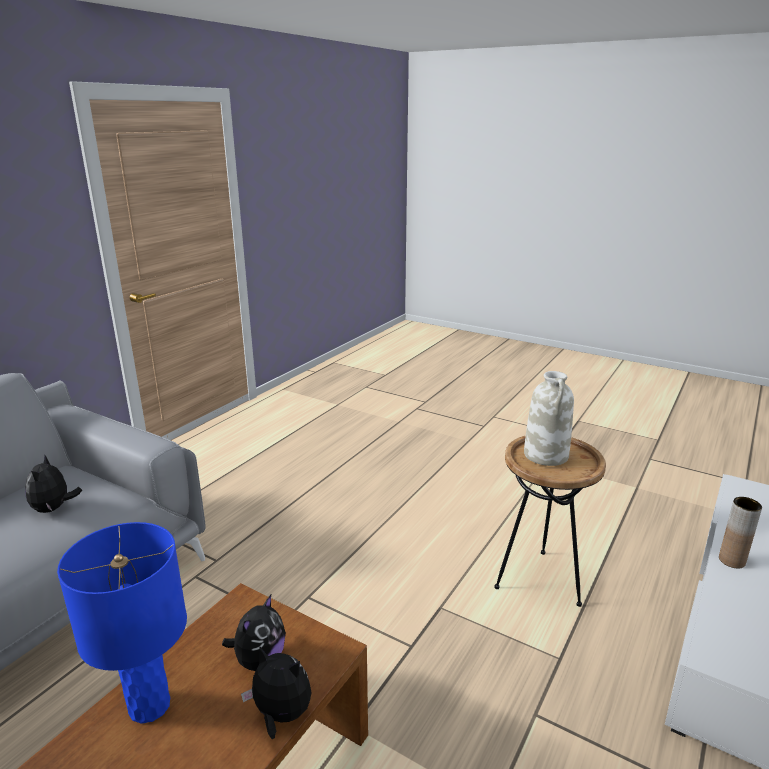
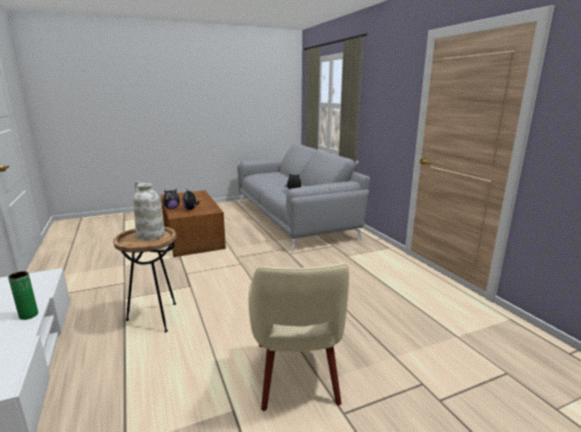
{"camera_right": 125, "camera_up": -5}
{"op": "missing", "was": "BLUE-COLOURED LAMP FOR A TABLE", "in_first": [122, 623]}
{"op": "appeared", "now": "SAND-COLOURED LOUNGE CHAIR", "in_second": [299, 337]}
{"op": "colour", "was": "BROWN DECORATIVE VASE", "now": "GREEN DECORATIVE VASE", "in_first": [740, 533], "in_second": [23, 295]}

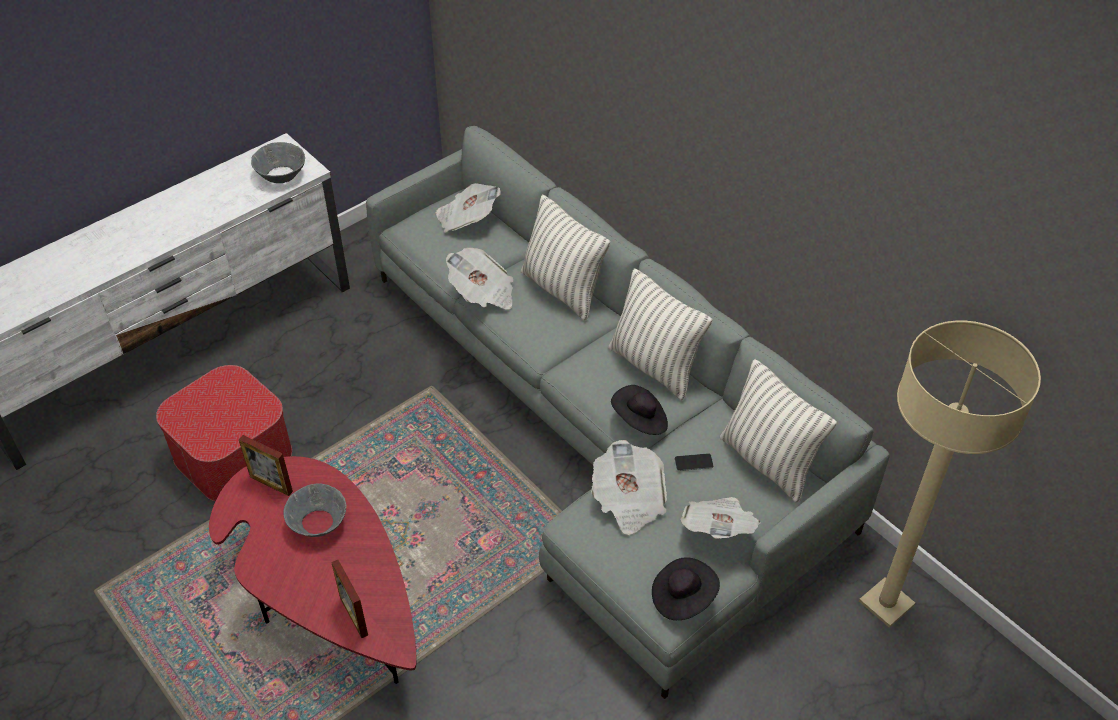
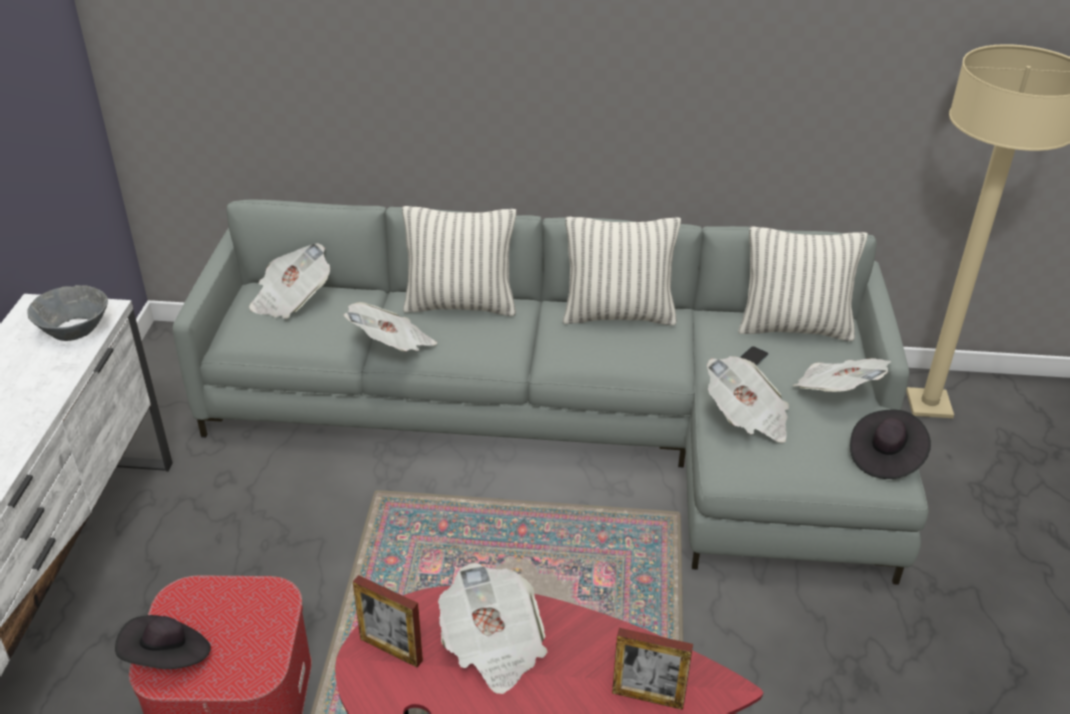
{"camera_right": -45, "camera_up": -10}
{"op": "relocated", "was": "BLACK-COLOURED WEARABLE HAT", "in_first": [639, 410], "in_second": [163, 642]}
{"op": "exchanged", "was": "GRAY BOWL", "now": "NEWSPAPER", "in_first": [315, 510], "in_second": [493, 628]}
{"op": "spun", "was": "STANDING FRAME", "in_first": [266, 465], "in_second": [388, 621], "clockwise": 45}

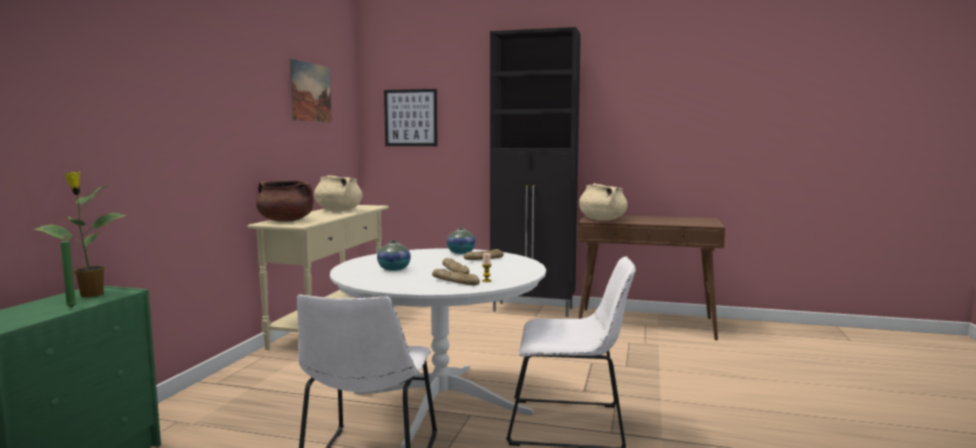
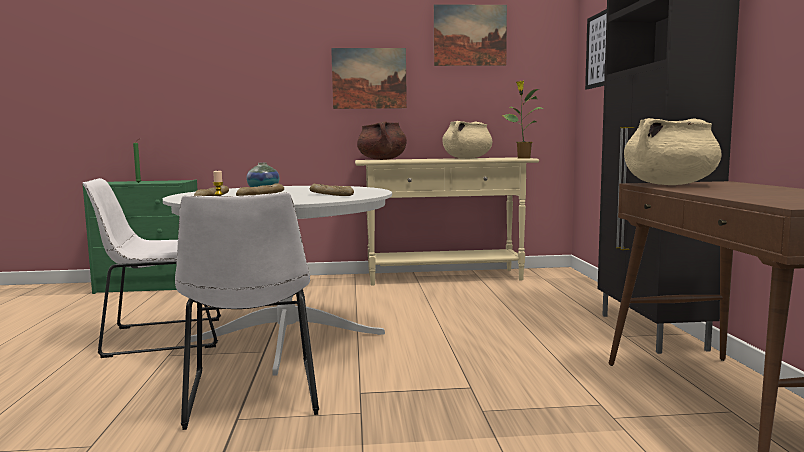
{"camera_right": 70, "camera_up": 0}
{"op": "missing", "was": "DECORATIVE VASE", "in_first": [461, 241]}
{"op": "appeared", "now": "WALL ART", "in_second": [369, 78]}
{"op": "relocated", "was": "POTTED PLANT", "in_first": [80, 234], "in_second": [523, 120]}

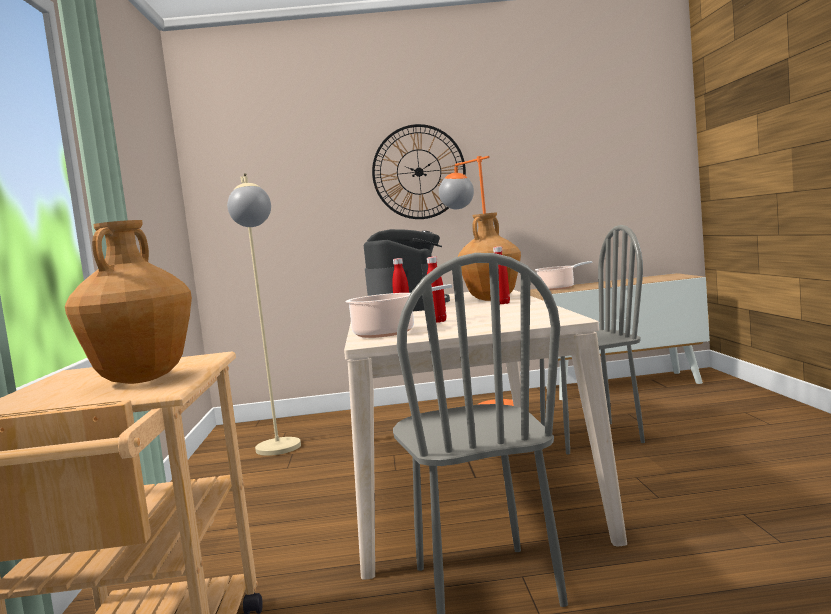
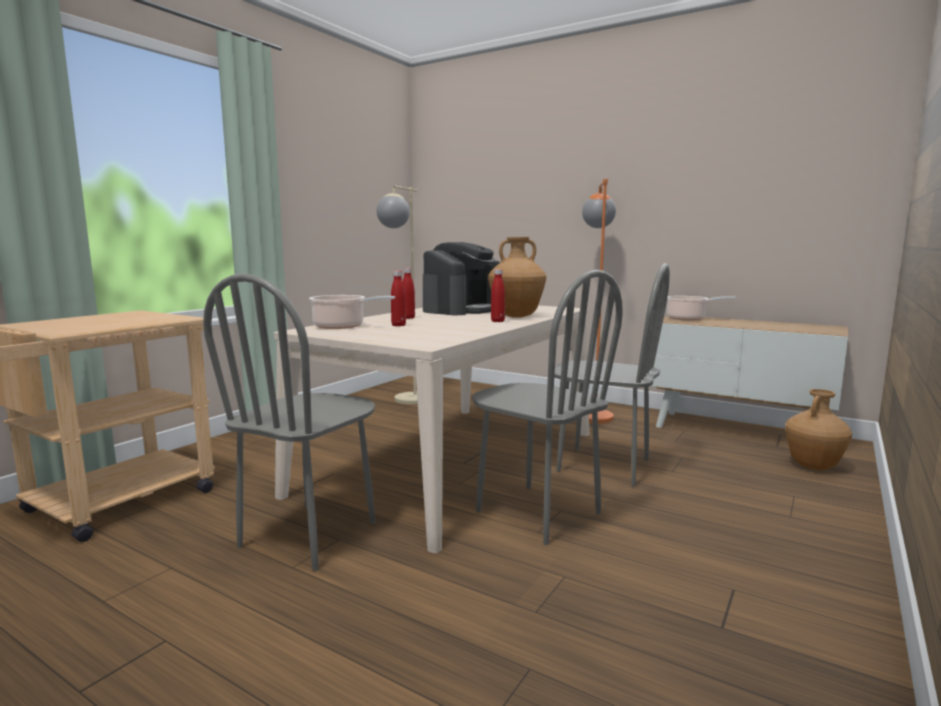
{"camera_right": 35, "camera_up": 5}
{"op": "missing", "was": "CLOCK ON THE WALL", "in_first": [419, 171]}
{"op": "appeared", "now": "GRAY CHAIR", "in_second": [547, 407]}
{"op": "relocated", "was": "BROWN DECORATIVE VASE", "in_first": [128, 302], "in_second": [818, 429]}

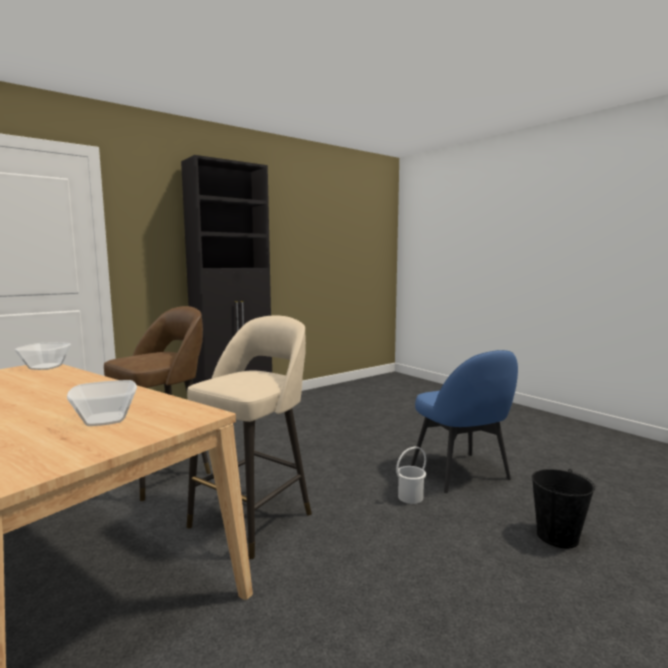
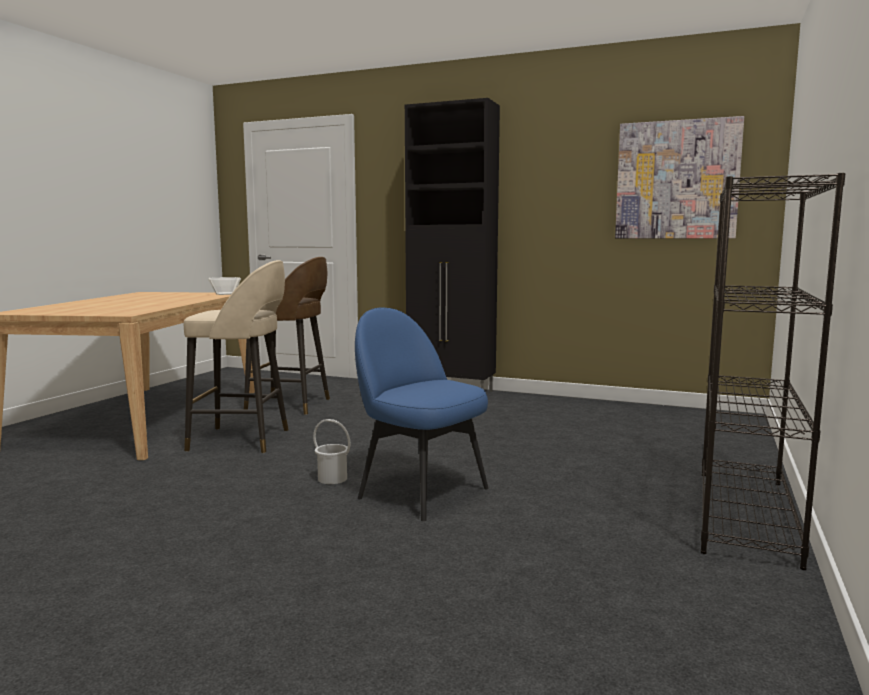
{"camera_right": 60, "camera_up": 0}
{"op": "missing", "was": "BOWL", "in_first": [102, 403]}
{"op": "missing", "was": "BLACK-COLOURED BUCKET", "in_first": [563, 509]}
{"op": "appeared", "now": "WALL ART", "in_second": [679, 177]}
{"op": "appeared", "now": "BLACK-COLOURED SHELVING UNIT", "in_second": [773, 371]}
{"op": "spun", "was": "BLUE-COLOURED CHAIR", "in_first": [464, 421], "in_second": [422, 414], "clockwise": 90}

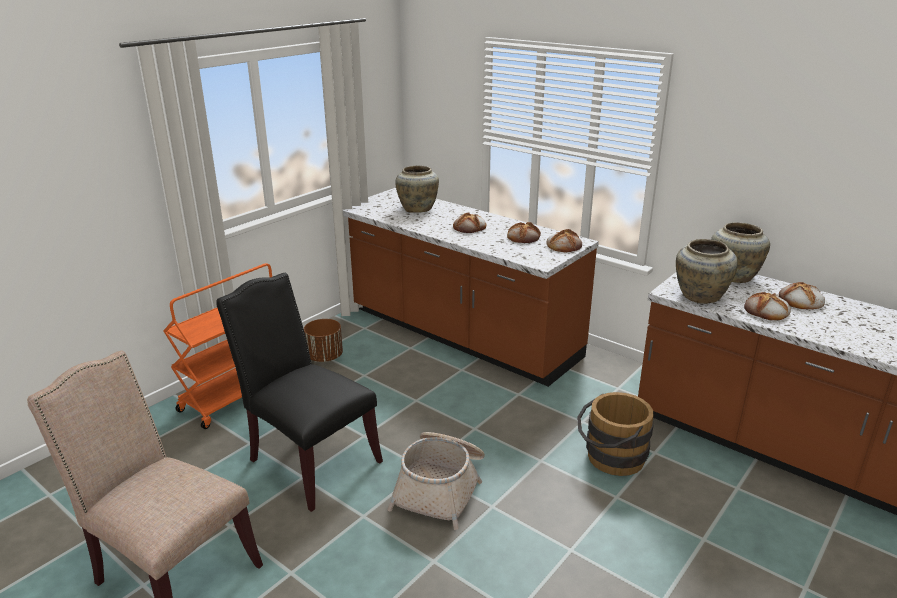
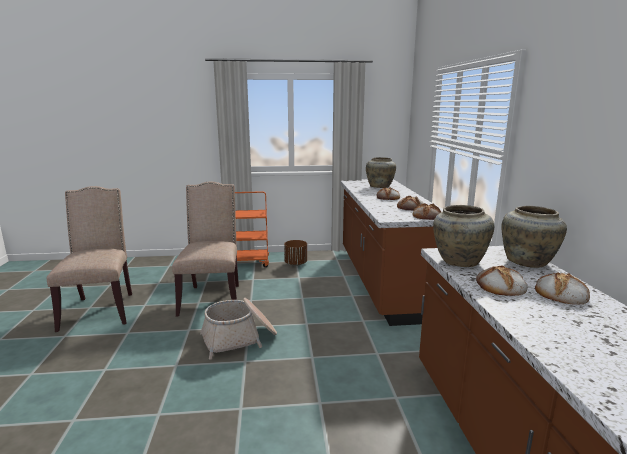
{"camera_right": 45, "camera_up": -10}
{"op": "missing", "was": "BROWN BUCKET", "in_first": [615, 434]}
{"op": "colour", "was": "BLACK-COLOURED CHAIR", "now": "SAND-COLOURED CHAIR", "in_first": [300, 392], "in_second": [205, 249]}

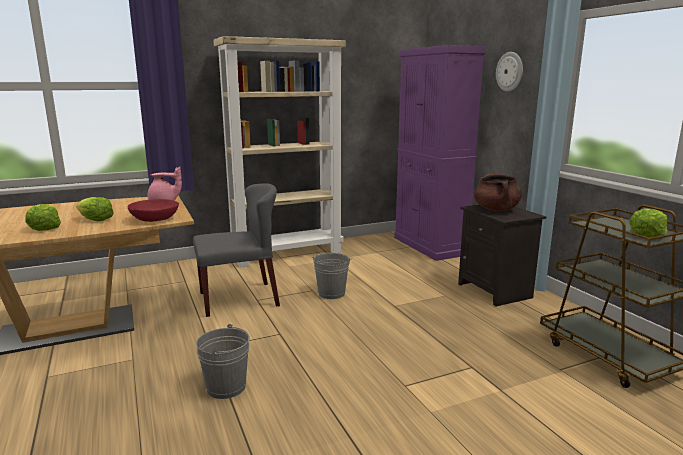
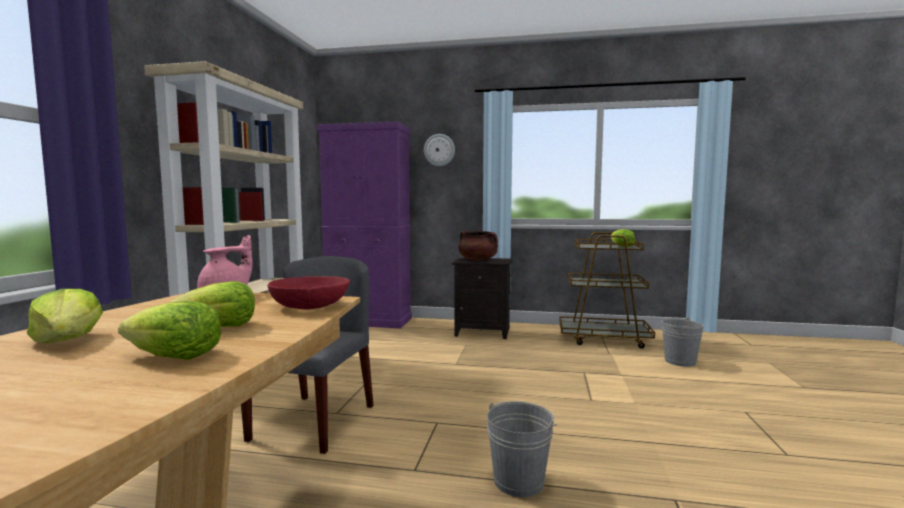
{"camera_right": -55, "camera_up": -10}
{"op": "appeared", "now": "HEAD OF LETTUCE", "in_second": [65, 316]}
{"op": "relocated", "was": "GRAY BUCKET", "in_first": [332, 276], "in_second": [682, 342]}

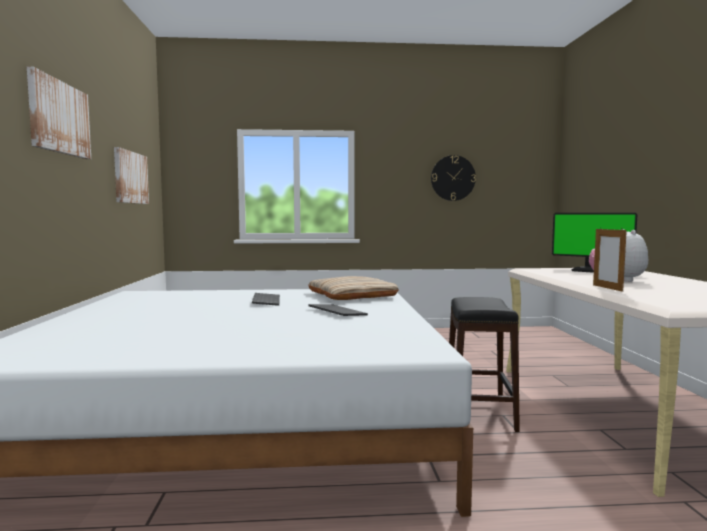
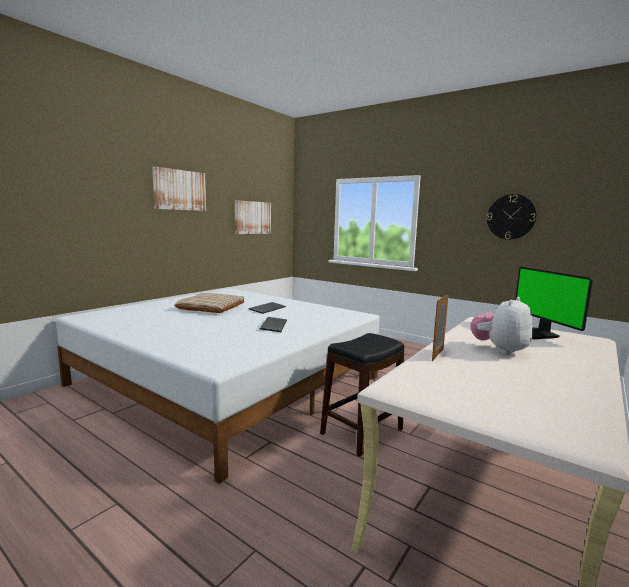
{"camera_right": 40, "camera_up": 5}
{"op": "relocated", "was": "SAND-COLOURED CUSHION", "in_first": [353, 288], "in_second": [209, 303]}

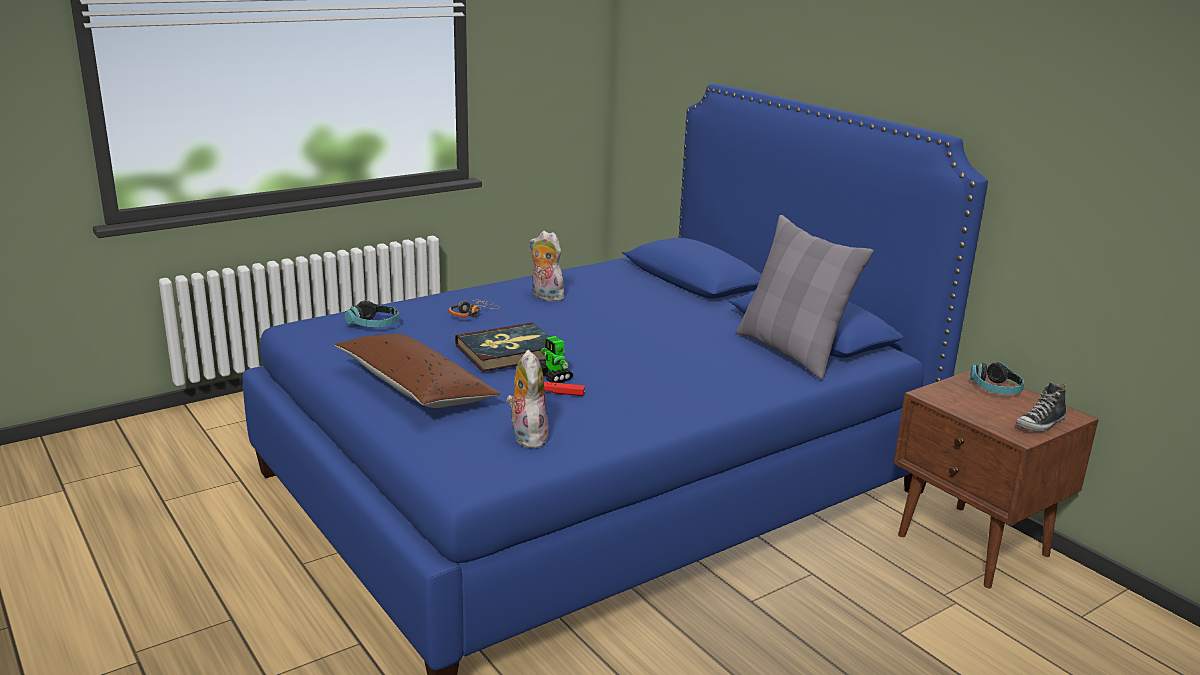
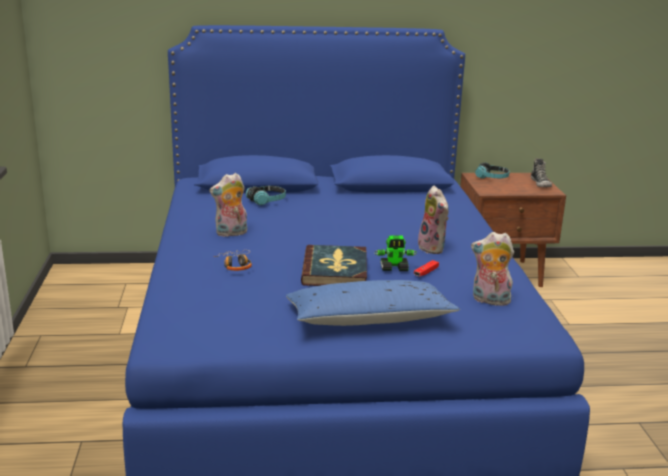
{"camera_right": -60, "camera_up": 0}
{"op": "missing", "was": "GRAY CUSHION", "in_first": [805, 297]}
{"op": "appeared", "now": "CUDDLY TOY", "in_second": [433, 220]}
{"op": "relocated", "was": "HEADPHONES", "in_first": [372, 313], "in_second": [266, 195]}
{"op": "colour", "was": "BROWN CUSHION", "now": "BLUE-COLOURED CUSHION", "in_first": [417, 371], "in_second": [373, 303]}

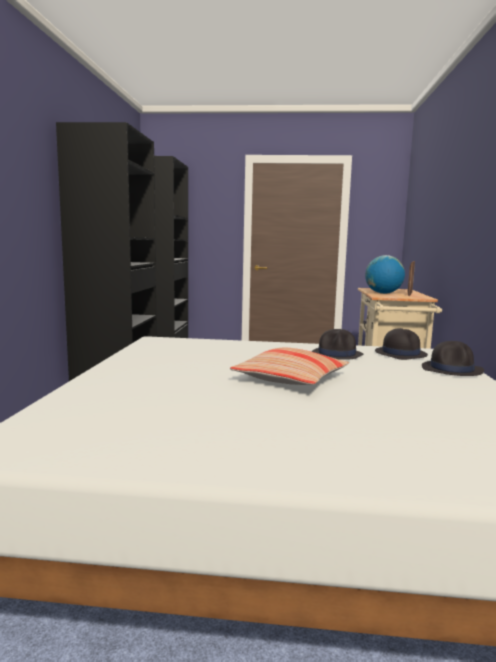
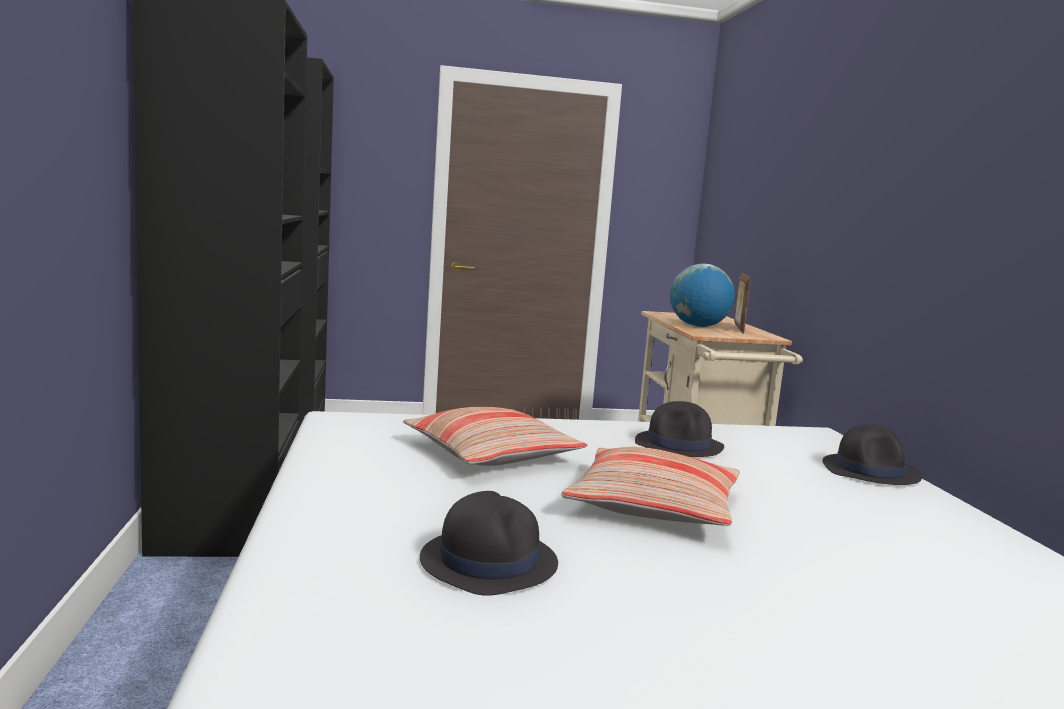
{"camera_right": -15, "camera_up": 0}
{"op": "appeared", "now": "CUSHION", "in_second": [495, 436]}
{"op": "relocated", "was": "BLACK-COLOURED WEARABLE HAT", "in_first": [401, 344], "in_second": [489, 543]}

